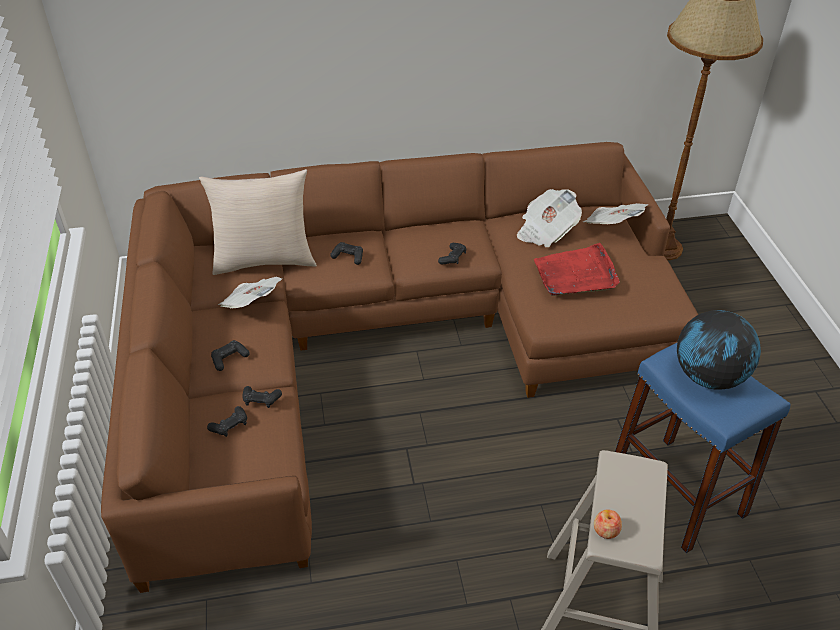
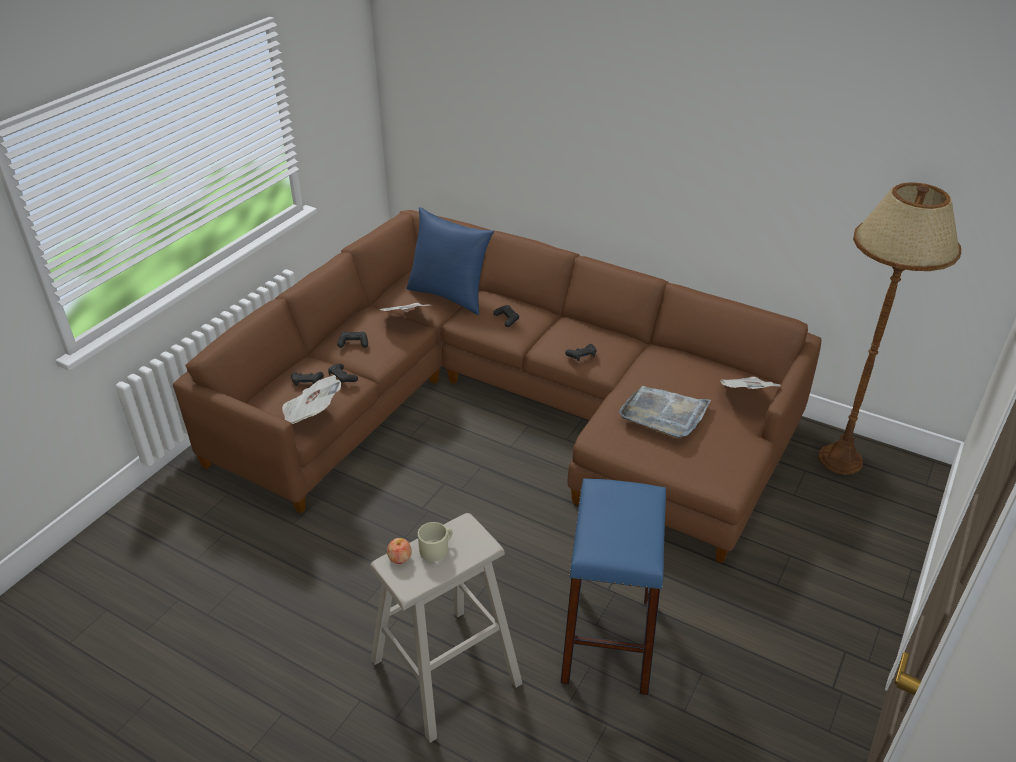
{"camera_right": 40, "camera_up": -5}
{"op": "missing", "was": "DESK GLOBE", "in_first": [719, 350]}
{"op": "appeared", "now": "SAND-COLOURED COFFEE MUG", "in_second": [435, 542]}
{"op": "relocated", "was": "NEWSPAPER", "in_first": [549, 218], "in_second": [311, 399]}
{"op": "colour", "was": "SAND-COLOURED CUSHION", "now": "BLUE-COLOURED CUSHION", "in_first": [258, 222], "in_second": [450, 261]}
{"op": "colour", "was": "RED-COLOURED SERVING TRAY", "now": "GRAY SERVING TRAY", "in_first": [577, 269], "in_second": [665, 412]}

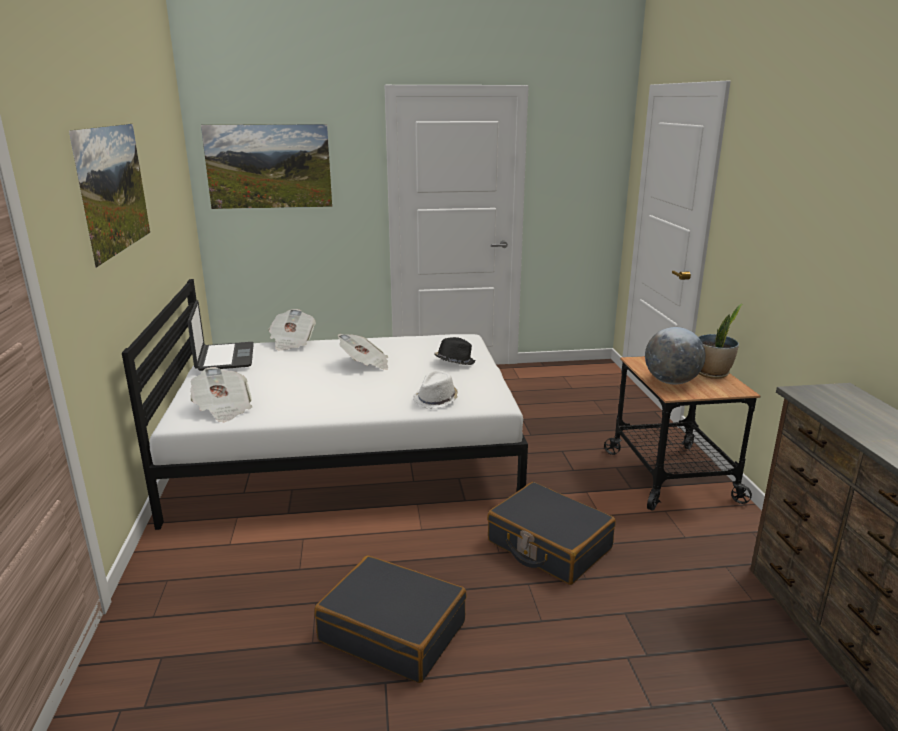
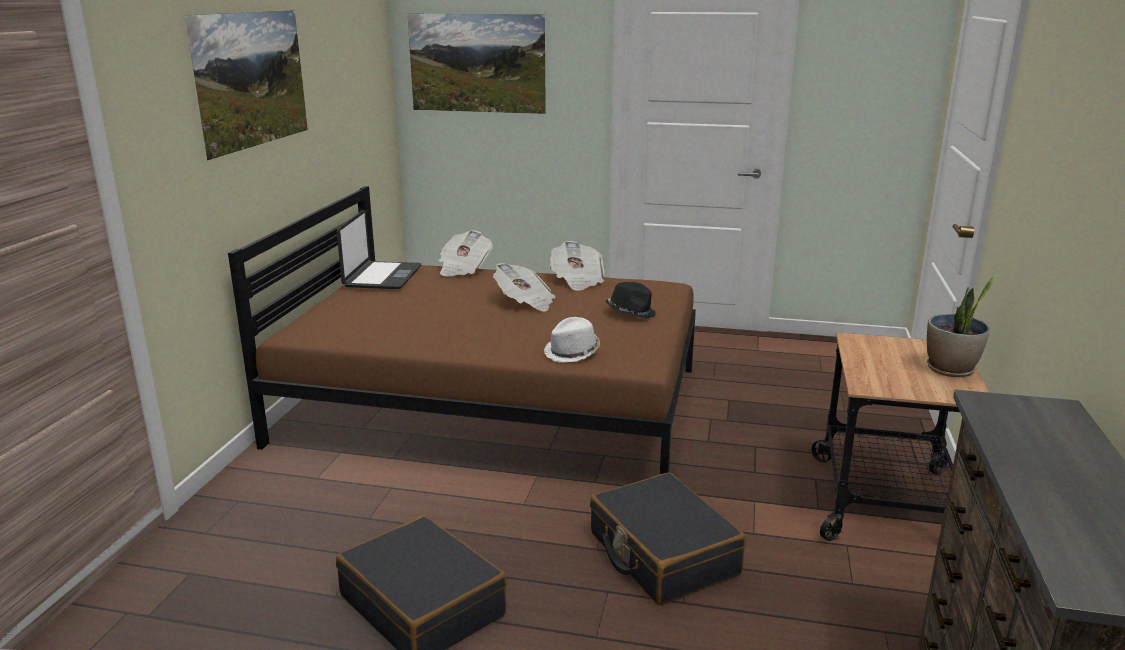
{"camera_right": 20, "camera_up": 0}
{"op": "missing", "was": "DESK GLOBE", "in_first": [675, 355]}
{"op": "relocated", "was": "NEWSPAPER", "in_first": [221, 394], "in_second": [577, 266]}
{"op": "colour", "was": "WHITISH BED", "now": "BROWN BED", "in_first": [325, 404], "in_second": [462, 330]}

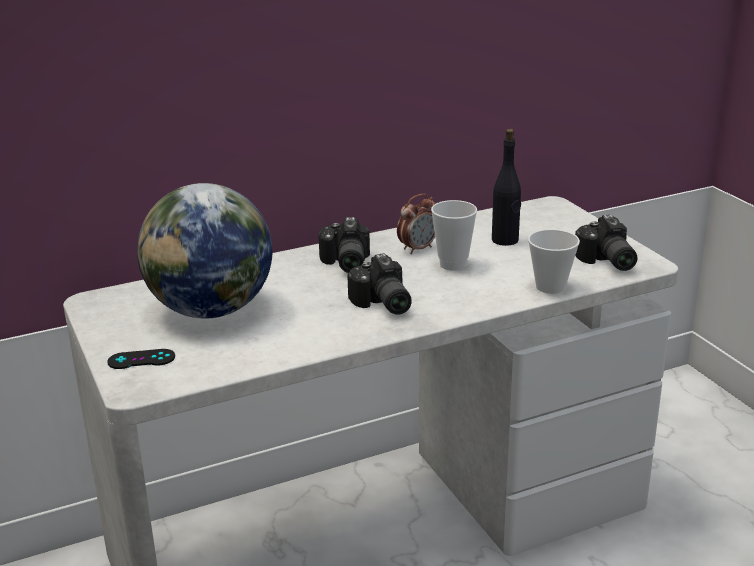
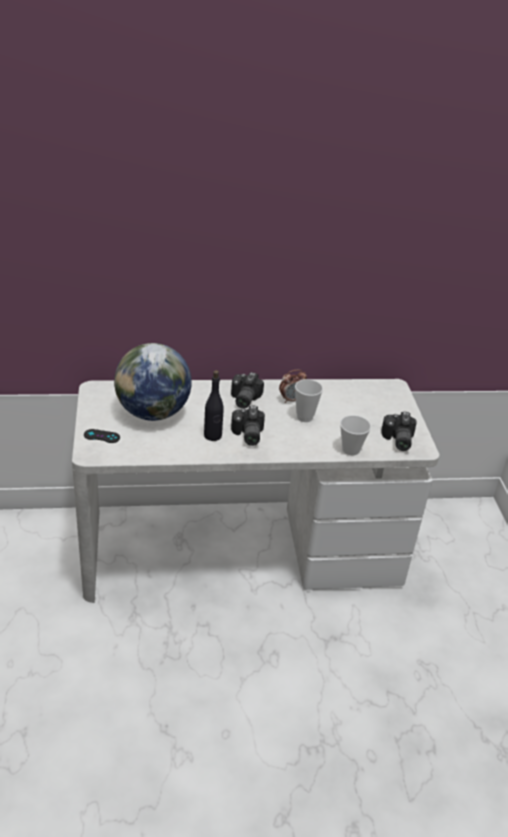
{"camera_right": 15, "camera_up": 10}
{"op": "relocated", "was": "BLACK-COLOURED BOTTLE", "in_first": [506, 187], "in_second": [214, 405]}

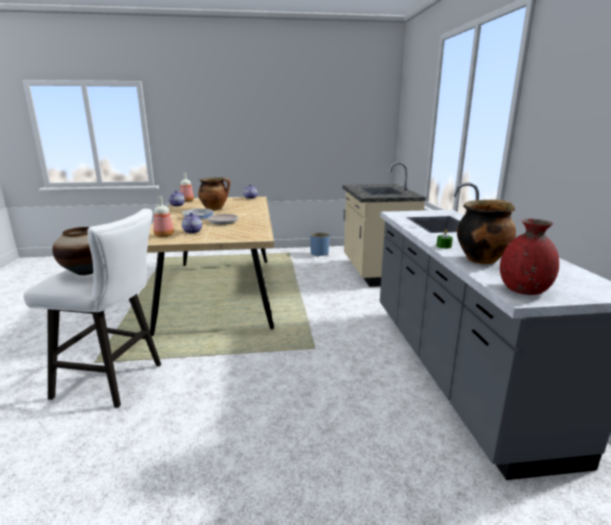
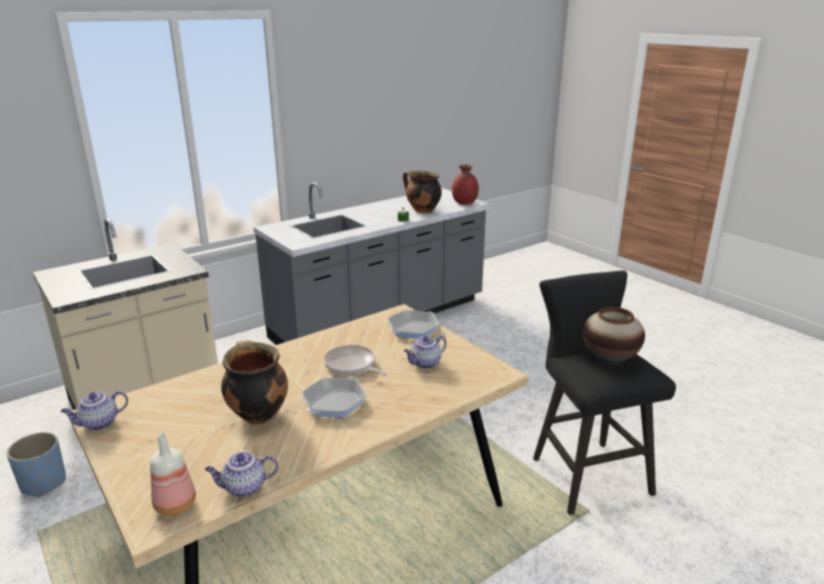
{"camera_right": -120, "camera_up": 5}
{"op": "missing", "was": "BOTTLE", "in_first": [163, 216]}
{"op": "appeared", "now": "SKILLET", "in_second": [413, 324]}
{"op": "colour", "was": "WHITISH STOOL", "now": "BLACK-COLOURED STOOL", "in_first": [92, 308], "in_second": [604, 392]}

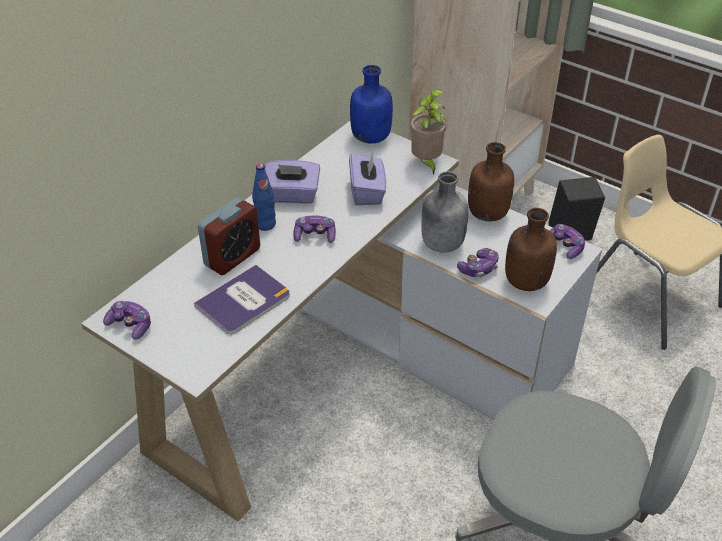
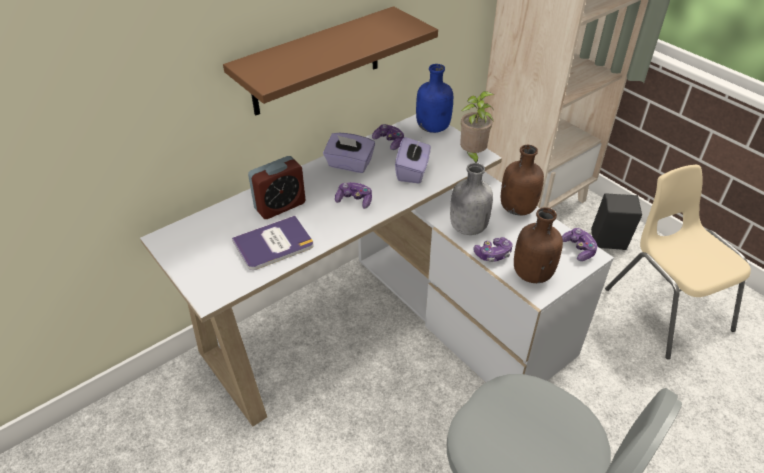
{"camera_right": 15, "camera_up": 0}
{"op": "missing", "was": "BLUE-COLOURED BOTTLE", "in_first": [264, 197]}
{"op": "appeared", "now": "BROWN WALL SHELF", "in_second": [330, 61]}
{"op": "relocated", "was": "JOYPAD", "in_first": [127, 320], "in_second": [388, 137]}

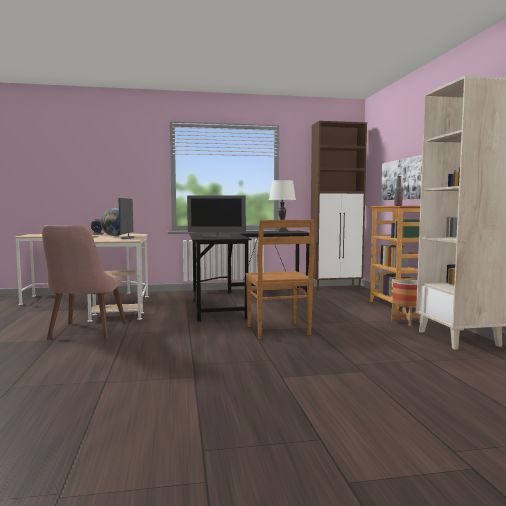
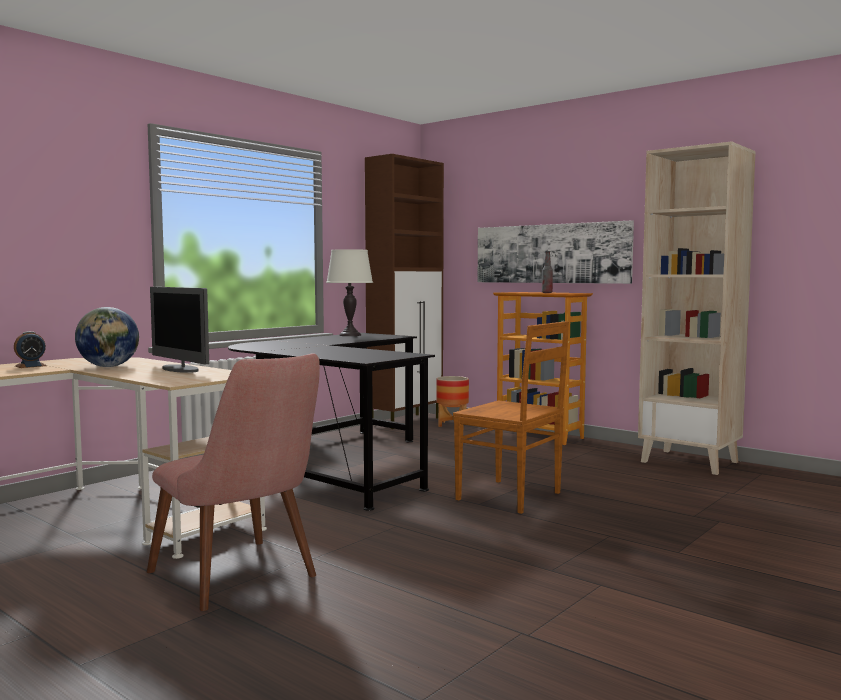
{"camera_right": -40, "camera_up": 0}
{"op": "missing", "was": "COMPUTER DISPLAY", "in_first": [216, 216]}
{"op": "relocated", "was": "FLOWER POT", "in_first": [406, 303], "in_second": [452, 401]}

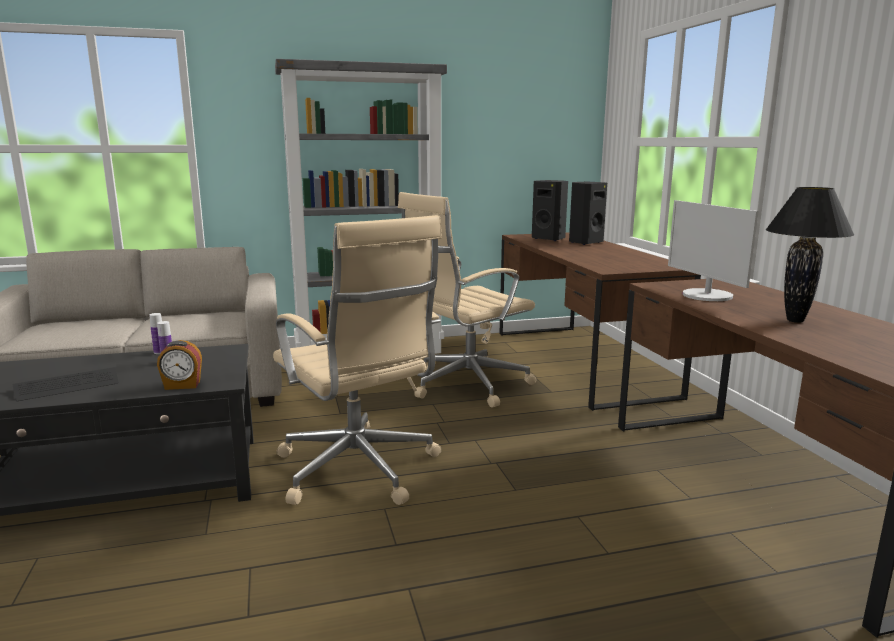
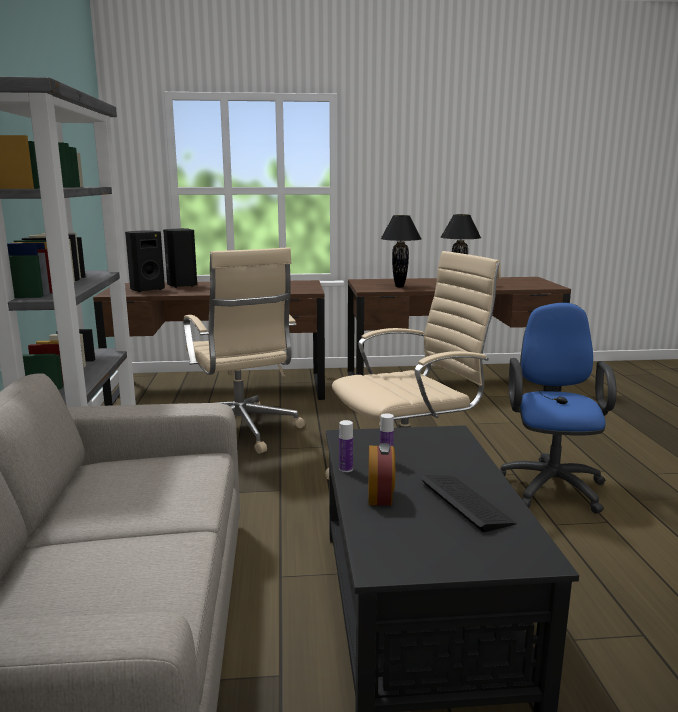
{"camera_right": -80, "camera_up": 0}
{"op": "appeared", "now": "BLUE-COLOURED OFFICE CHAIR", "in_second": [558, 408]}
{"op": "relocated", "was": "TABLE CLOCK", "in_first": [179, 365], "in_second": [381, 474]}
{"op": "exchanged", "was": "COMPUTER DISPLAY", "now": "BLACK-COLOURED LAMP FOR A TABLE", "in_first": [713, 250], "in_second": [400, 251]}

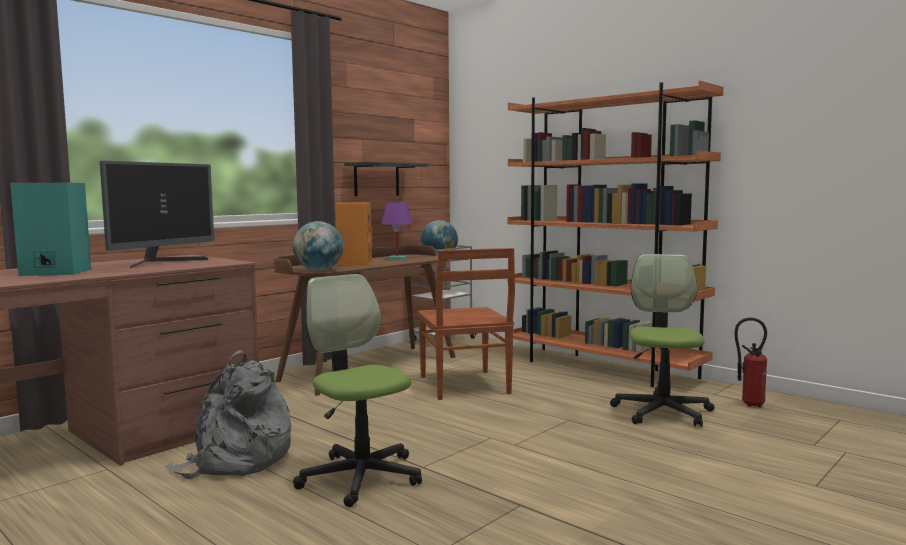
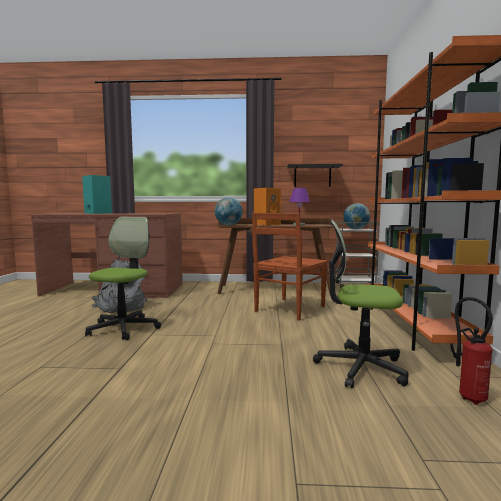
{"camera_right": 50, "camera_up": 0}
{"op": "missing", "was": "COMPUTER DISPLAY", "in_first": [157, 215]}
{"op": "spun", "was": "OFFICE CHAIR", "in_first": [662, 340], "in_second": [361, 304], "clockwise": -135}

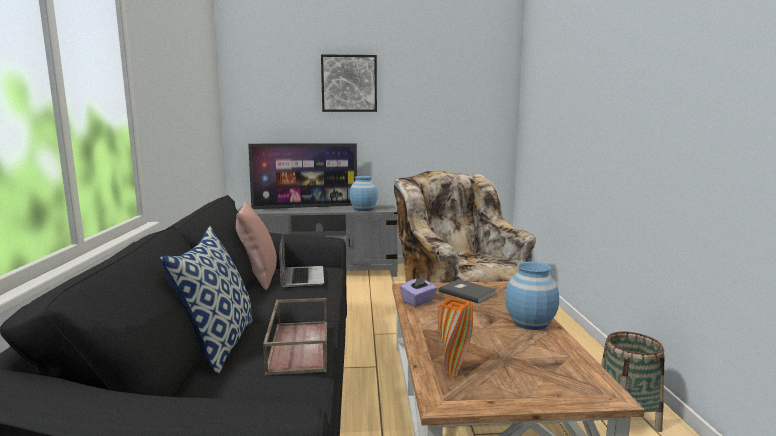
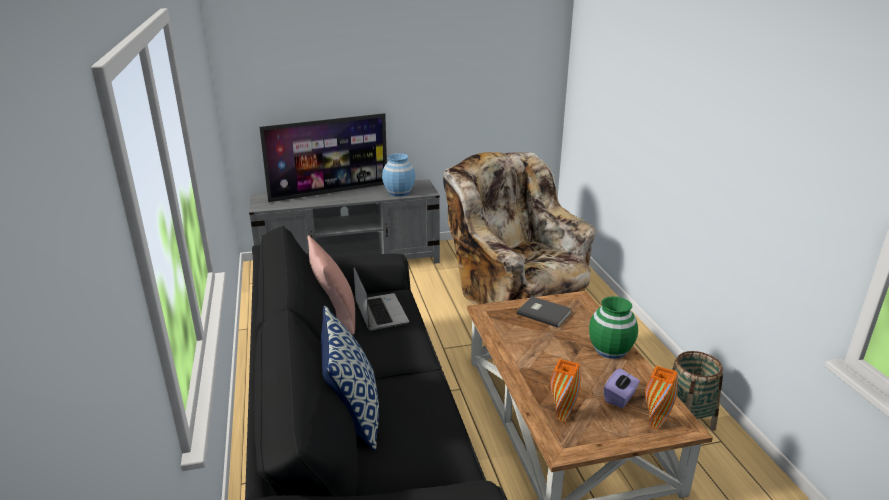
{"camera_right": -10, "camera_up": 15}
{"op": "missing", "was": "BROWN SERVING TRAY", "in_first": [295, 336]}
{"op": "missing", "was": "WALL ART", "in_first": [349, 83]}
{"op": "appeared", "now": "ORANGE DECORATIVE VASE", "in_second": [661, 397]}
{"op": "relocated", "was": "PURPLE-COLOURED BOX OF TISSUES", "in_first": [418, 291], "in_second": [622, 388]}
{"op": "colour", "was": "BLUE-COLOURED DECORATIVE VASE", "now": "GREEN DECORATIVE VASE", "in_first": [532, 296], "in_second": [613, 327]}

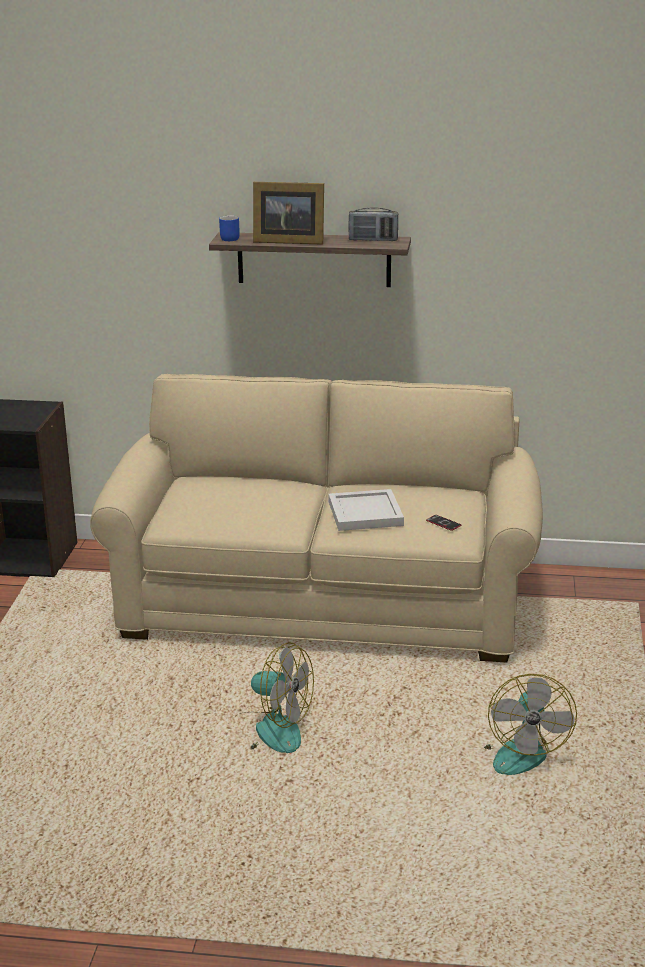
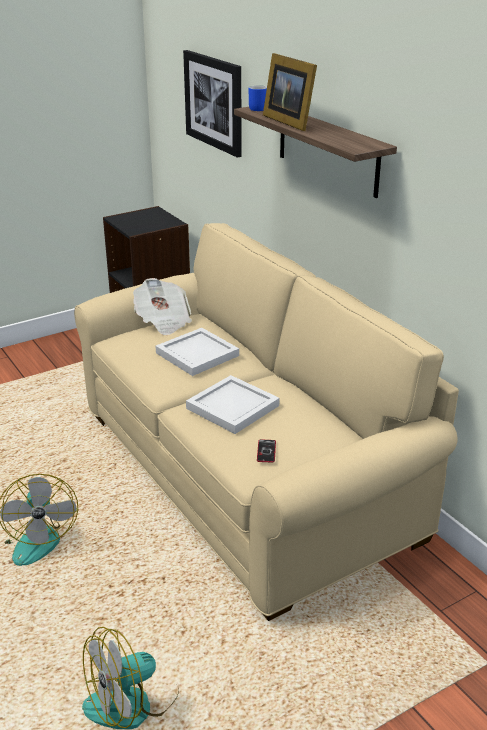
{"camera_right": 50, "camera_up": 5}
{"op": "missing", "was": "RADIO RECEIVER", "in_first": [373, 224]}
{"op": "appeared", "now": "NEWSPAPER", "in_second": [162, 306]}
{"op": "appeared", "now": "WHITISH SERVING TRAY", "in_second": [197, 352]}
{"op": "appeared", "now": "WALL ART", "in_second": [212, 103]}

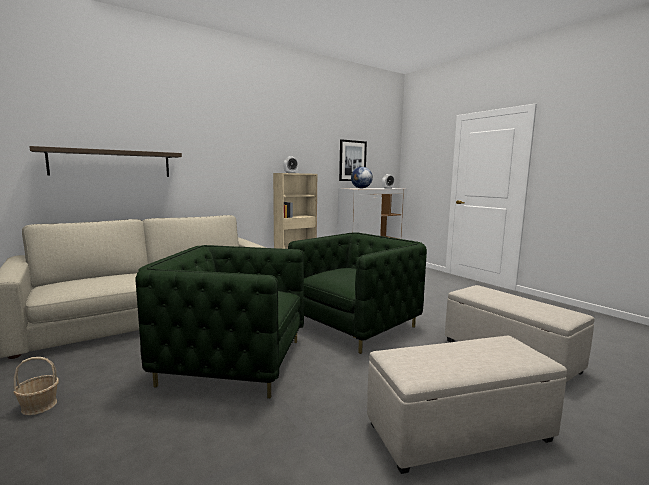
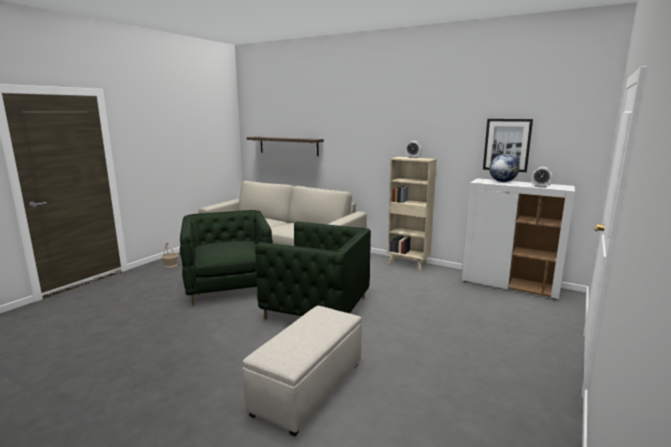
{"camera_right": 65, "camera_up": 5}
{"op": "missing", "was": "SAND-COLOURED POUFFE", "in_first": [467, 405]}

